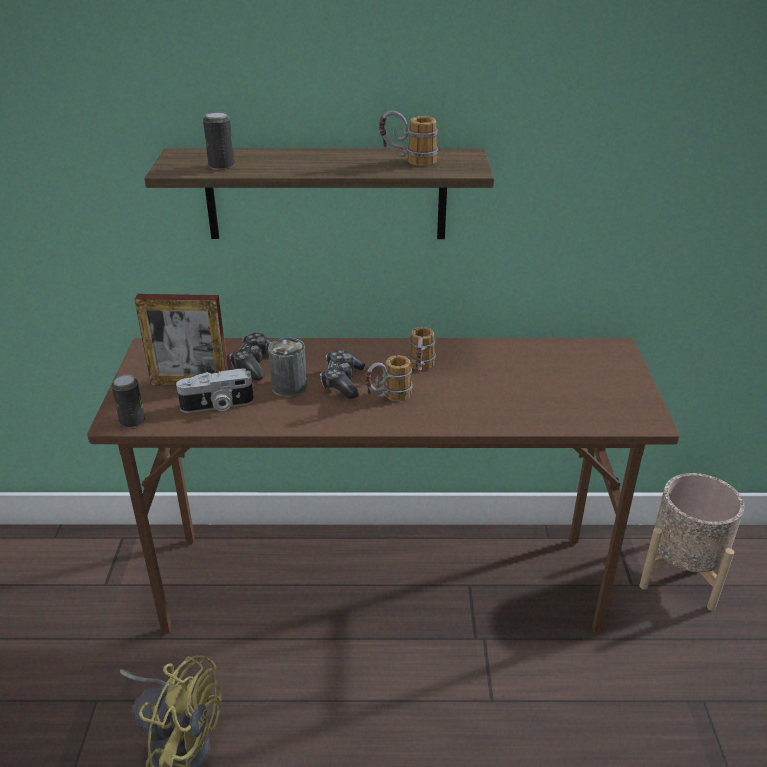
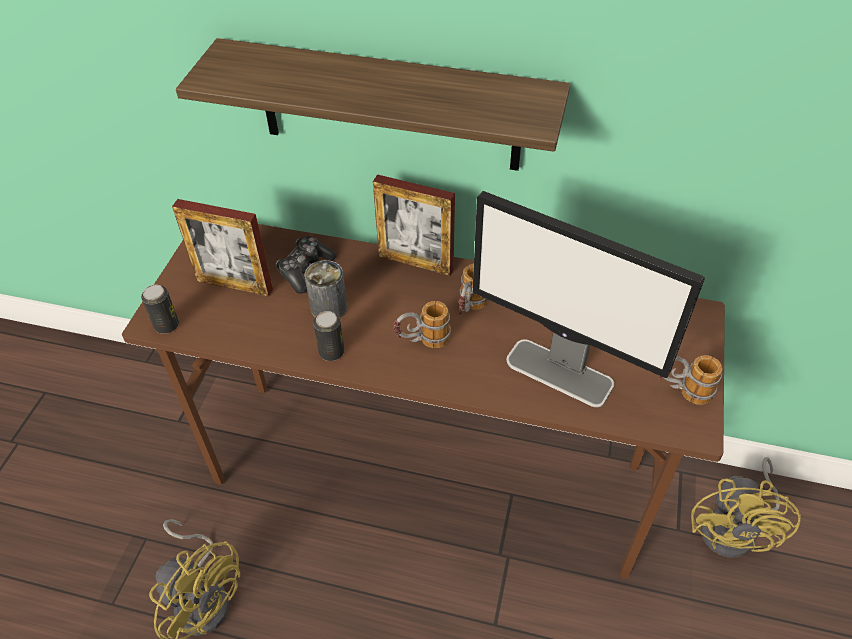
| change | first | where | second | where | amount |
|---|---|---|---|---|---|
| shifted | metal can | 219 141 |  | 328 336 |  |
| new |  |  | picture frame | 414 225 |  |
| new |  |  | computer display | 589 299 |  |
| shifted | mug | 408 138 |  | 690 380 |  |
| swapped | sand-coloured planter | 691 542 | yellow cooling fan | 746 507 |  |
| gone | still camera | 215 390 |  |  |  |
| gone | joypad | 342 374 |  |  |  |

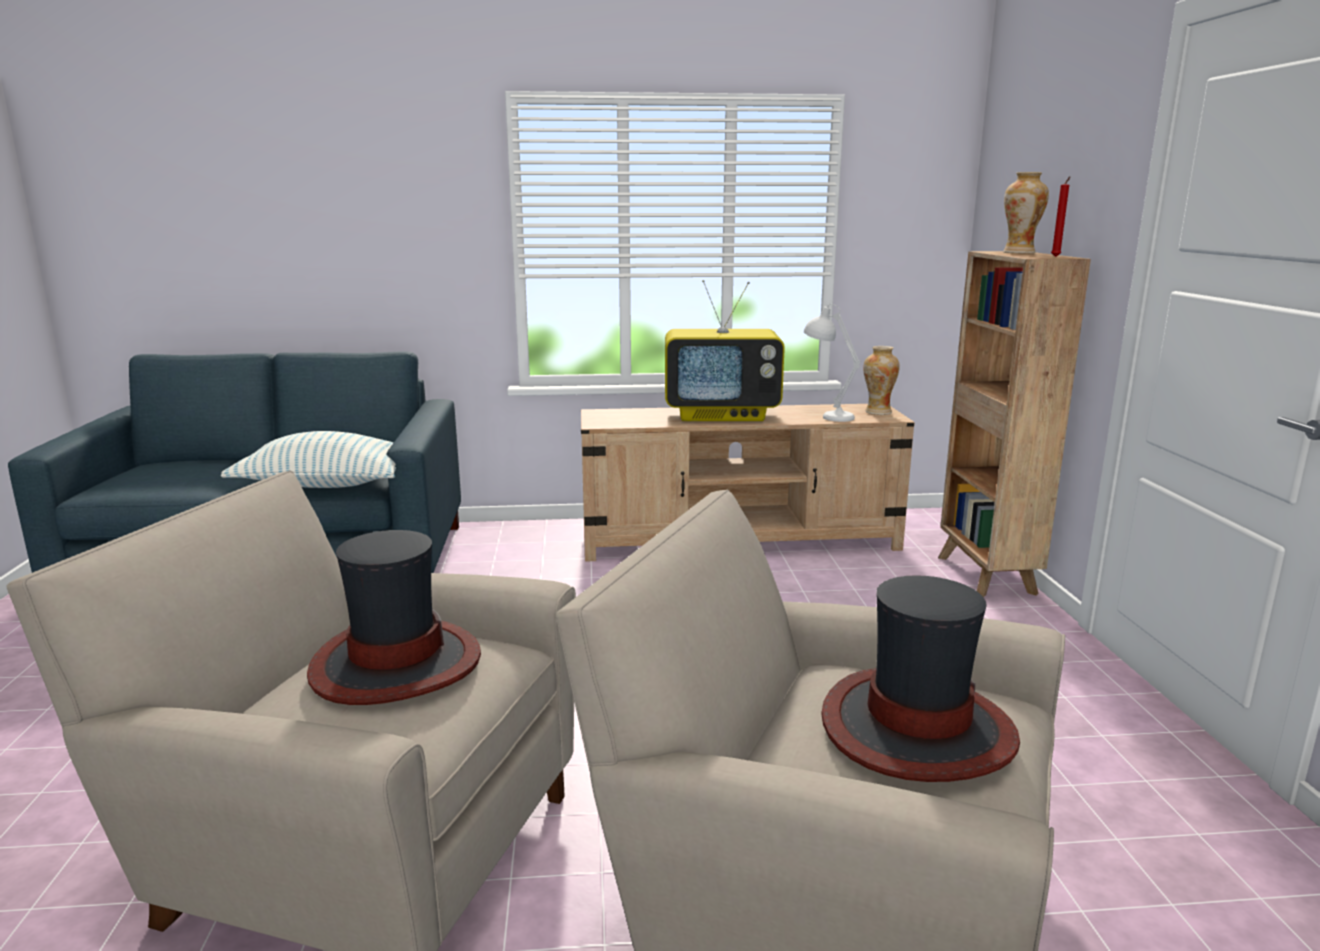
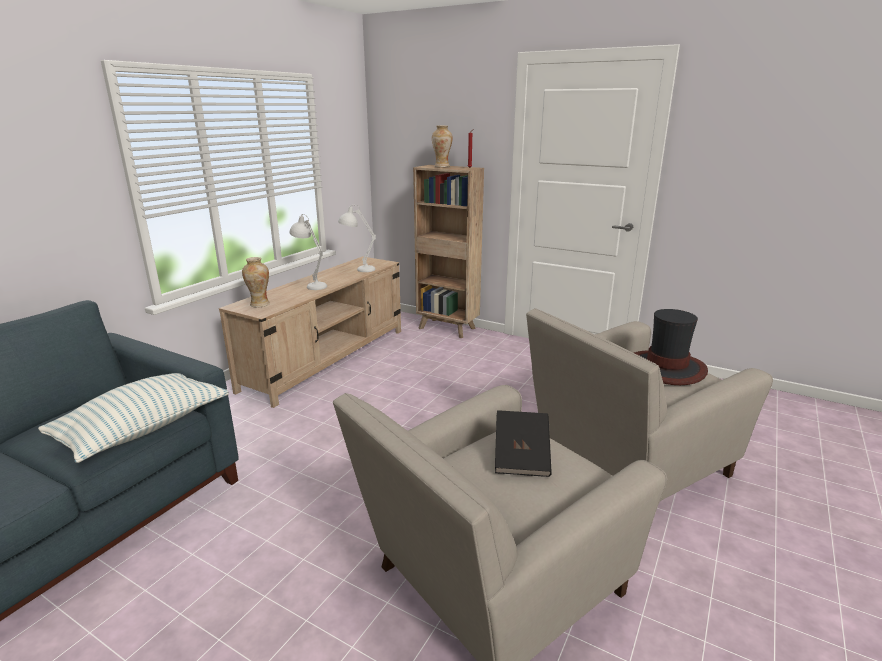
| change | first | where | second | where | amount |
|---|---|---|---|---|---|
| shifted | flower vase | 881 380 |  | 256 282 |  |
| swapped | TV | 725 350 | white-coloured lamp for a table | 308 252 |  |
| swapped | hat | 394 617 | black book | 523 443 |  |

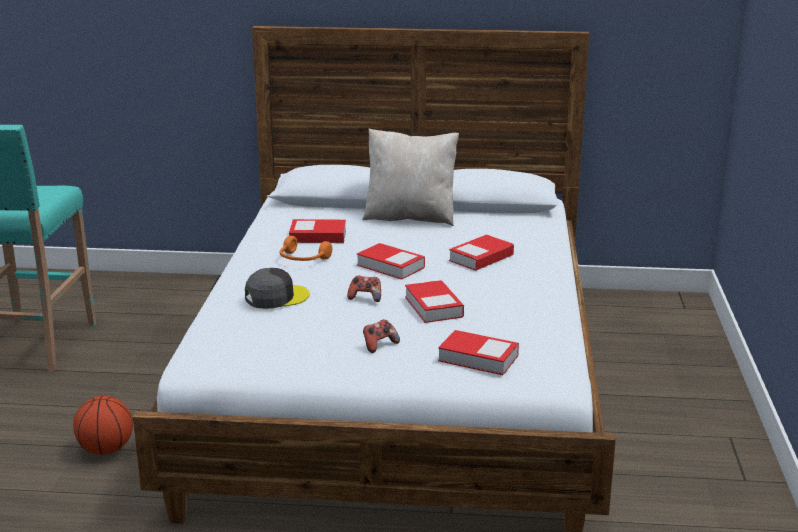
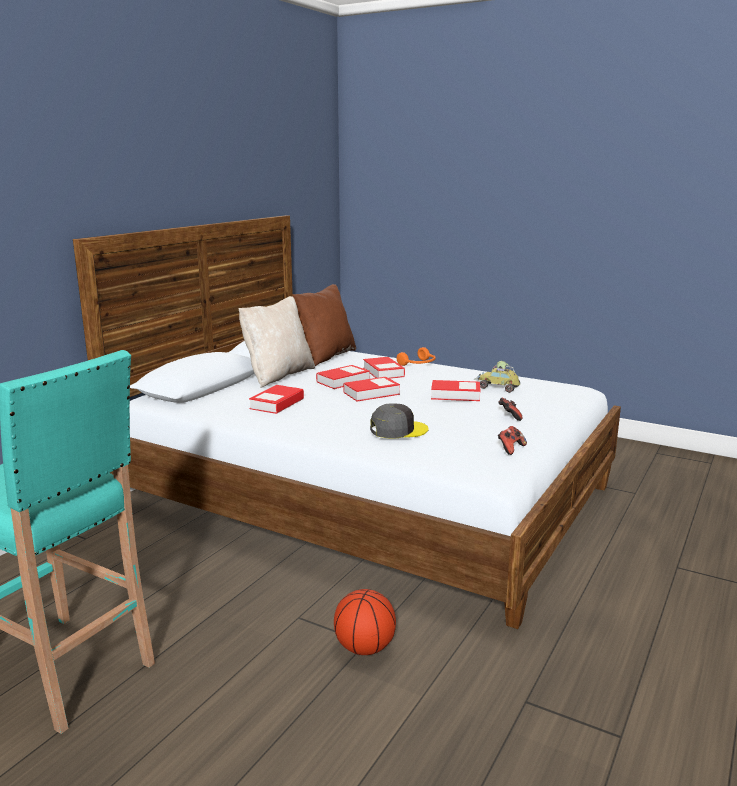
| change | first | where | second | where | amount |
|---|---|---|---|---|---|
| new |  |  | brownish pillow | 324 325 |  |
| shifted | book | 478 352 |  | 343 377 |  |
| rotated | gray peaked cap | 277 288 |  | 399 421 | 75 degrees clockwise |
| shifted | orange-coloured headset | 306 248 |  | 416 356 |  |
| new |  |  | miniature car | 497 377 |  |
| shifted | joypad | 364 289 |  | 512 440 |  |

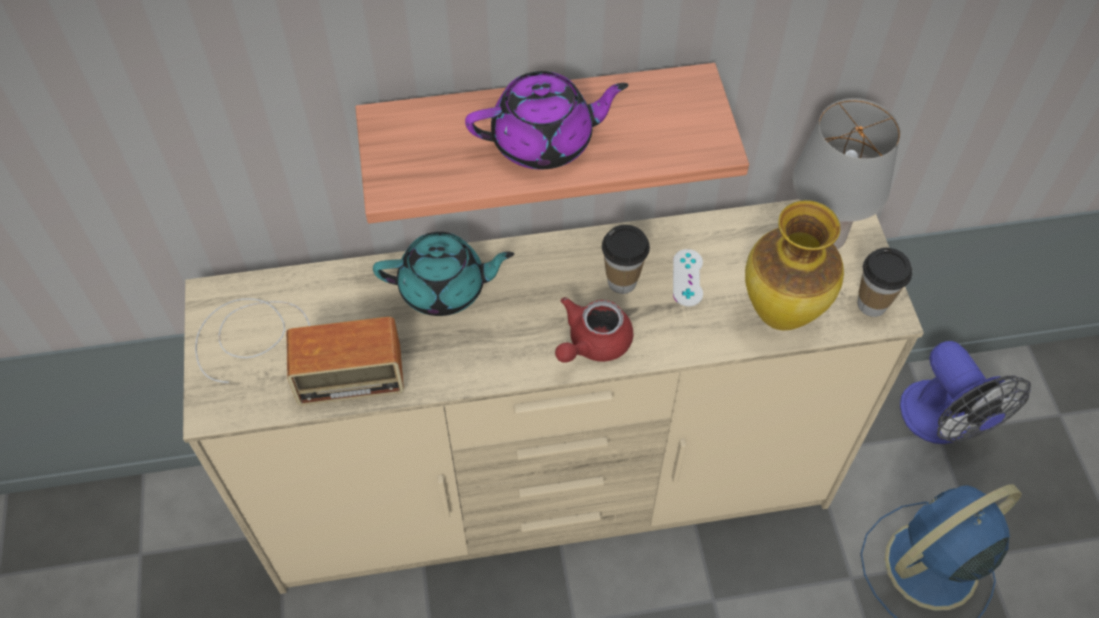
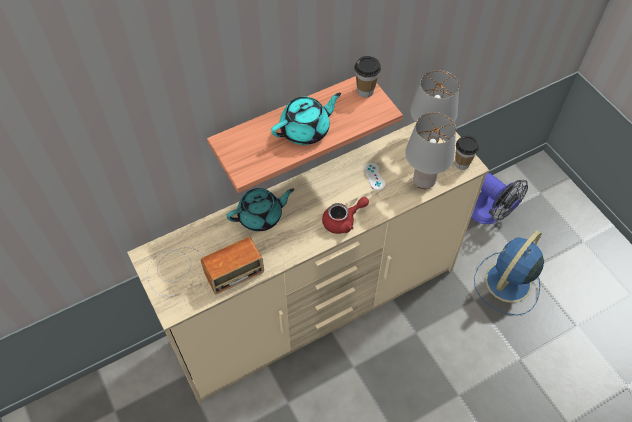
| change | first | where | second | where | amount |
|---|---|---|---|---|---|
| repainted | purple pot for tea | 547 120 | turquoise pot for tea | 306 119 |  |
| rotated | red-coloured pot for tea | 594 330 |  | 345 215 | 135 degrees counterclockwise |
| shifted | cup | 626 259 |  | 367 77 |  |
| swapped | flower vase | 794 265 | gray lamp for a table | 430 150 |  |

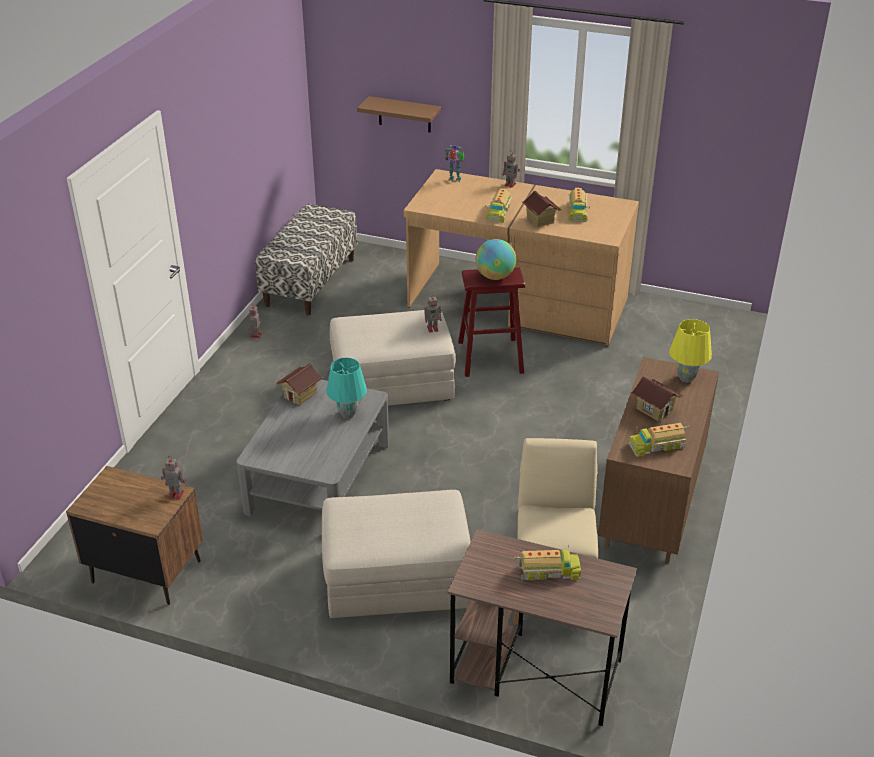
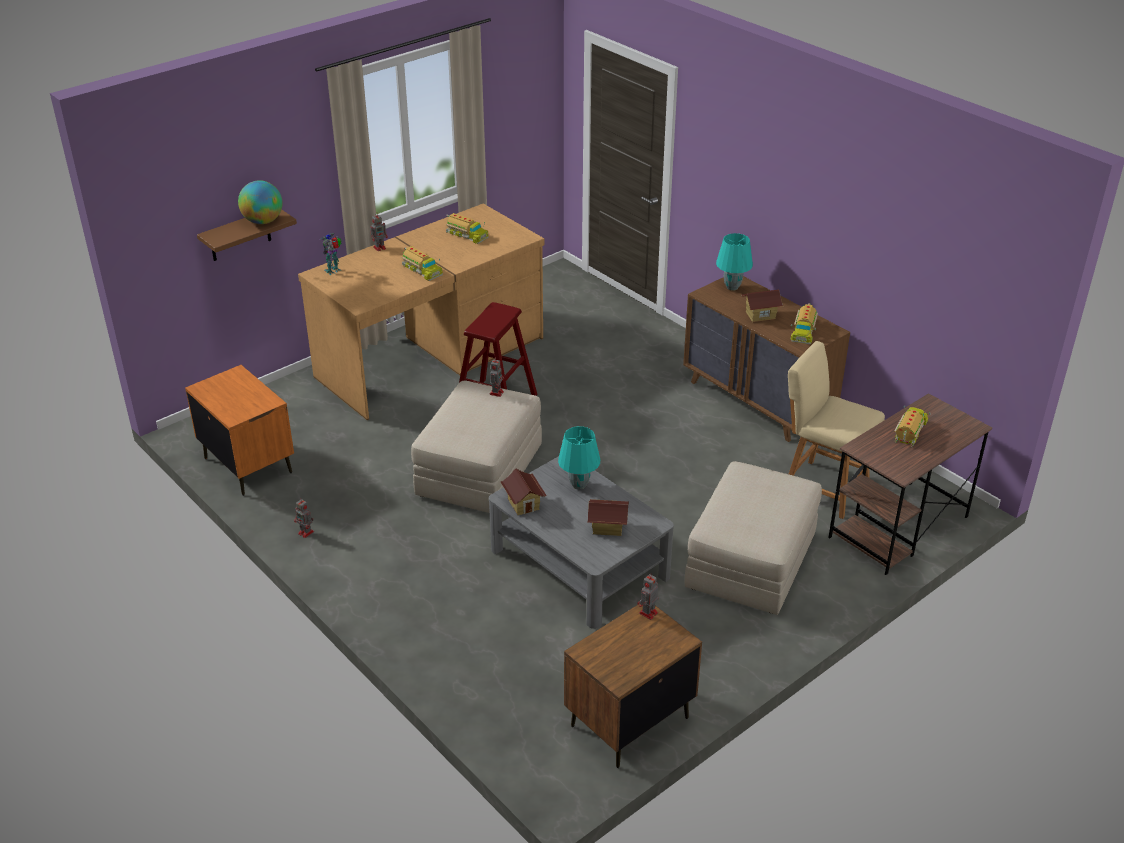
| change | first | where | second | where | amount |
|---|---|---|---|---|---|
| swapped | long seat | 306 259 | orange-coloured night table | 239 430 |  |
| shifted | globe | 496 259 |  | 260 202 |  |
| shifted | miniature house | 541 209 |  | 608 517 |  |
| repainted | yellow lamp for a table | 690 350 | turquoise lamp for a table | 734 262 |  |

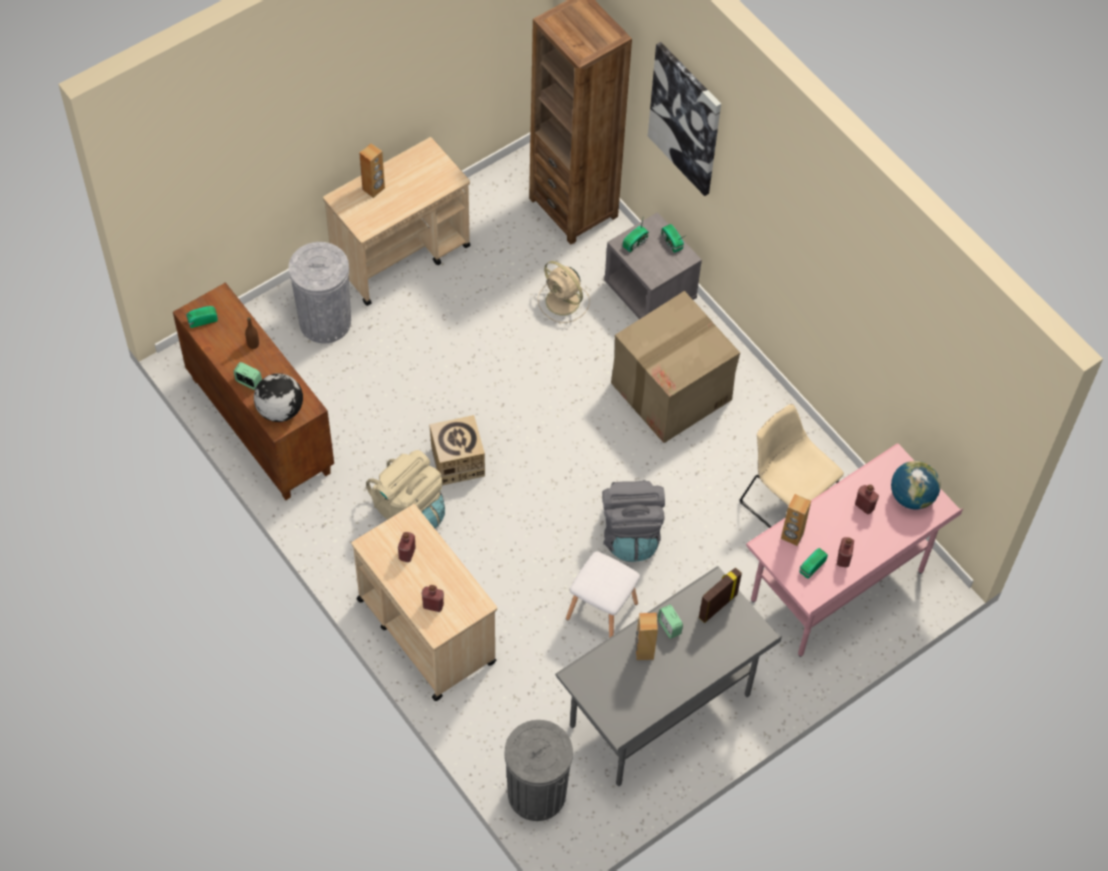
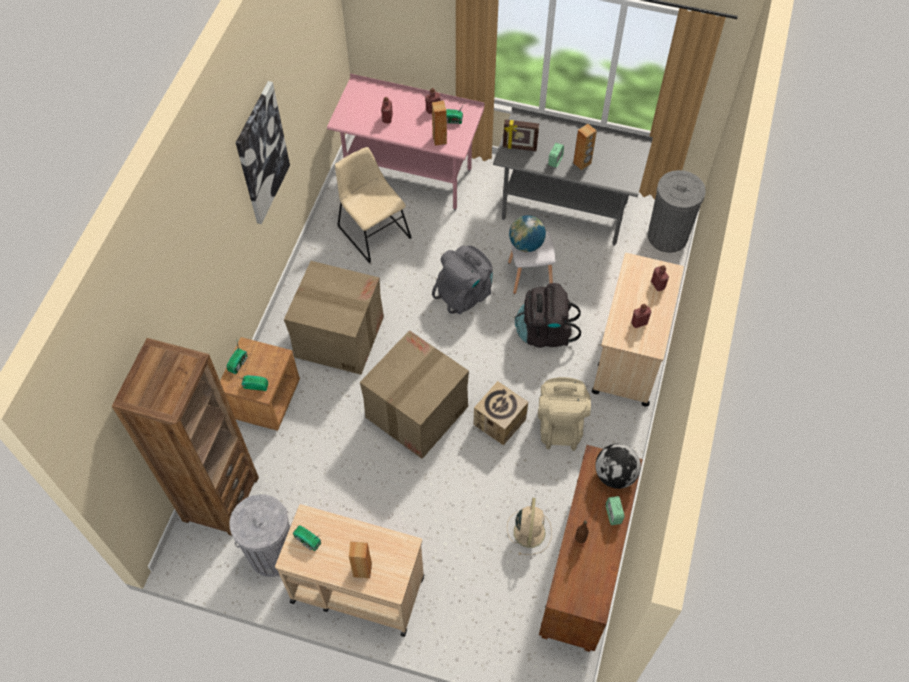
| change | first | where | second | where | amount |
|---|---|---|---|---|---|
| repainted | gray night table | 653 265 | brownish night table | 260 384 |  |
| shifted | gray waste bin | 319 292 |  | 259 535 |  |
| shifted | picture | 684 119 |  | 263 152 |  |
| shifted | radio | 201 317 |  | 307 538 |  |
| rotated | sand-coloured upright chair | 792 466 |  | 373 205 | 135 degrees clockwise |
| new |  |  | cardboard box | 414 394 |  |
| shifted | sand-coloured cooling fan | 564 292 |  | 529 526 |  |
| shifted | globe | 916 485 |  | 527 233 |  |
| new |  |  | black rucksack | 548 315 |  |

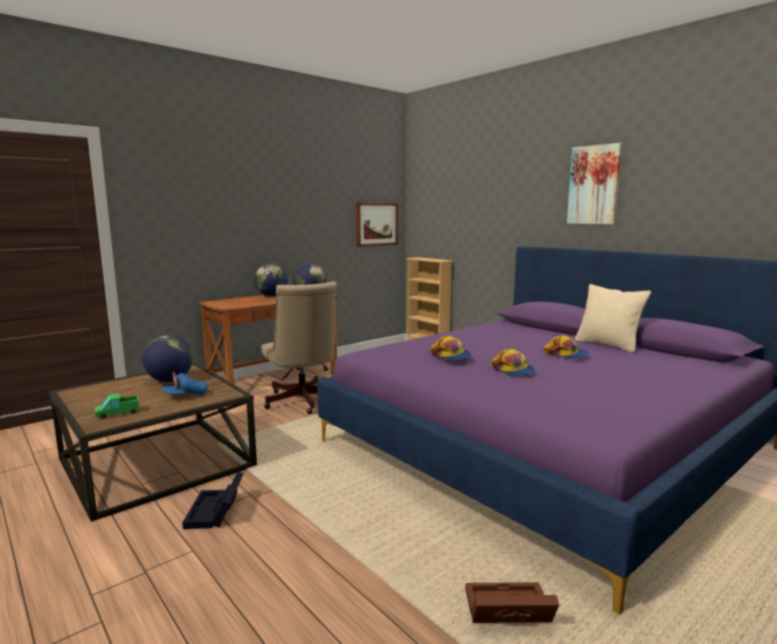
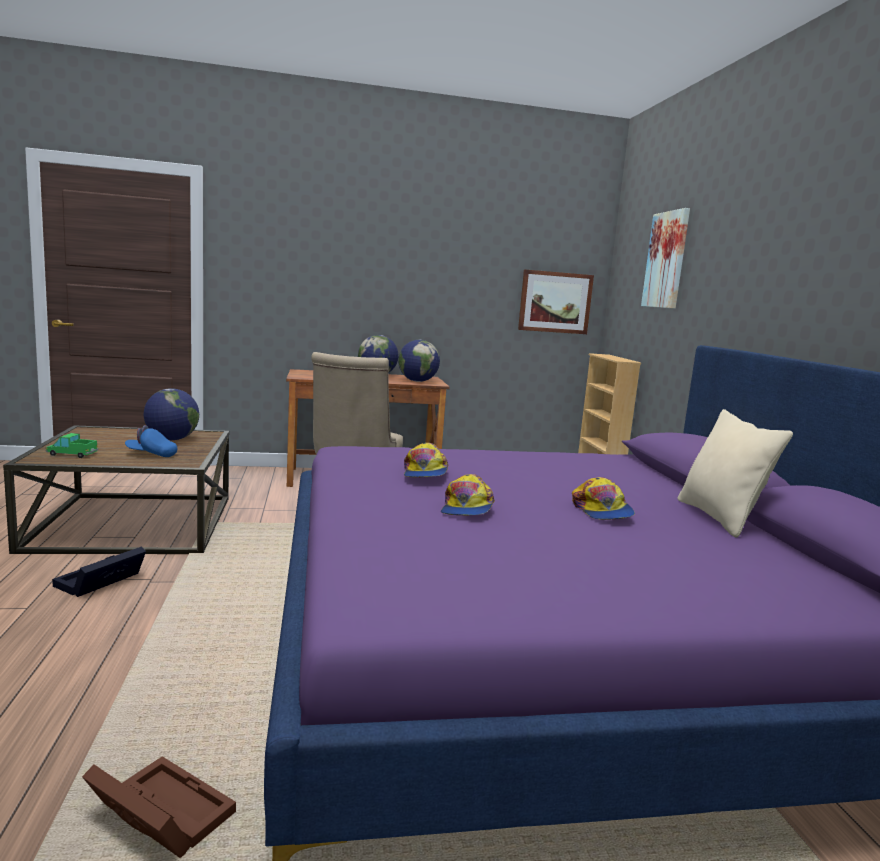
| change | first | where | second | where | amount |
|---|---|---|---|---|---|
| shifted | picture | 595 183 |  | 665 258 |  |

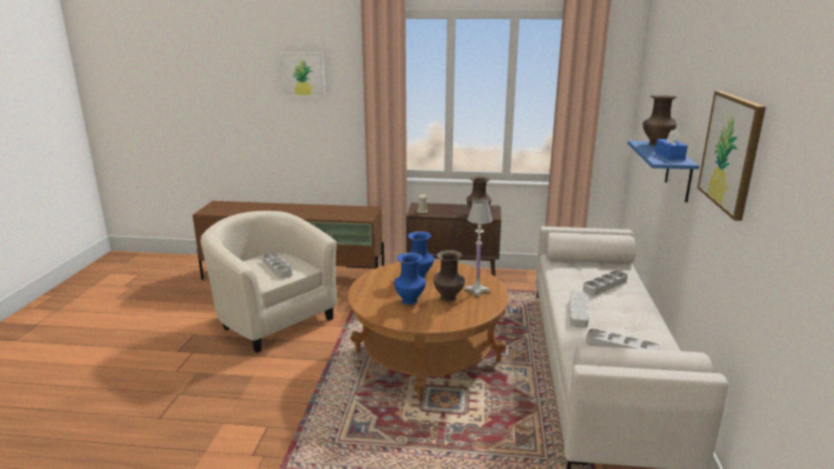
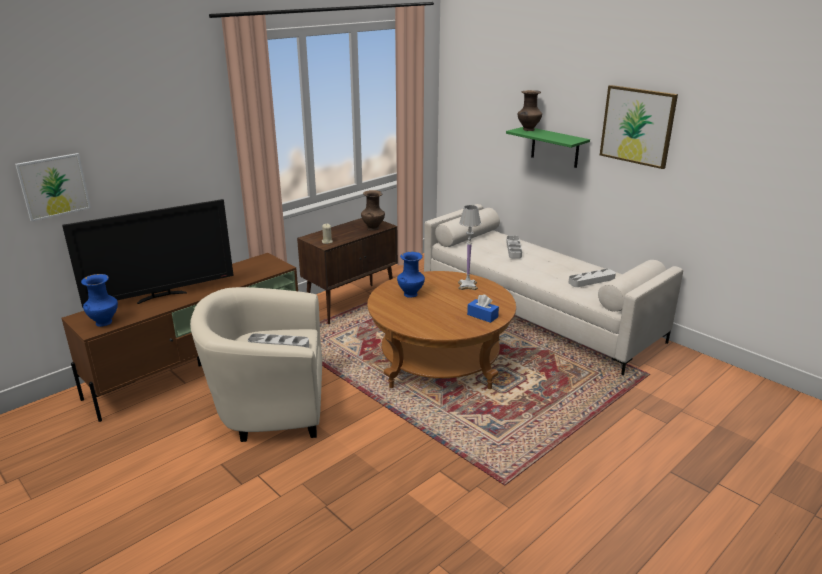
| change | first | where | second | where | amount |
|---|---|---|---|---|---|
| shifted | picture | 302 74 |  | 53 187 |  |
| new |  |  | TV | 148 253 |  |
| shifted | blue flower vase | 410 278 |  | 99 300 |  |
| shifted | blue tissue holder | 671 144 |  | 483 308 |  |
| repainted | blue bracket shelf | 663 172 | green bracket shelf | 548 147 |  |
| gone | brownish flower vase | 449 276 |  |  |  |
| gone | gray serving tray | 579 309 |  |  |  |

